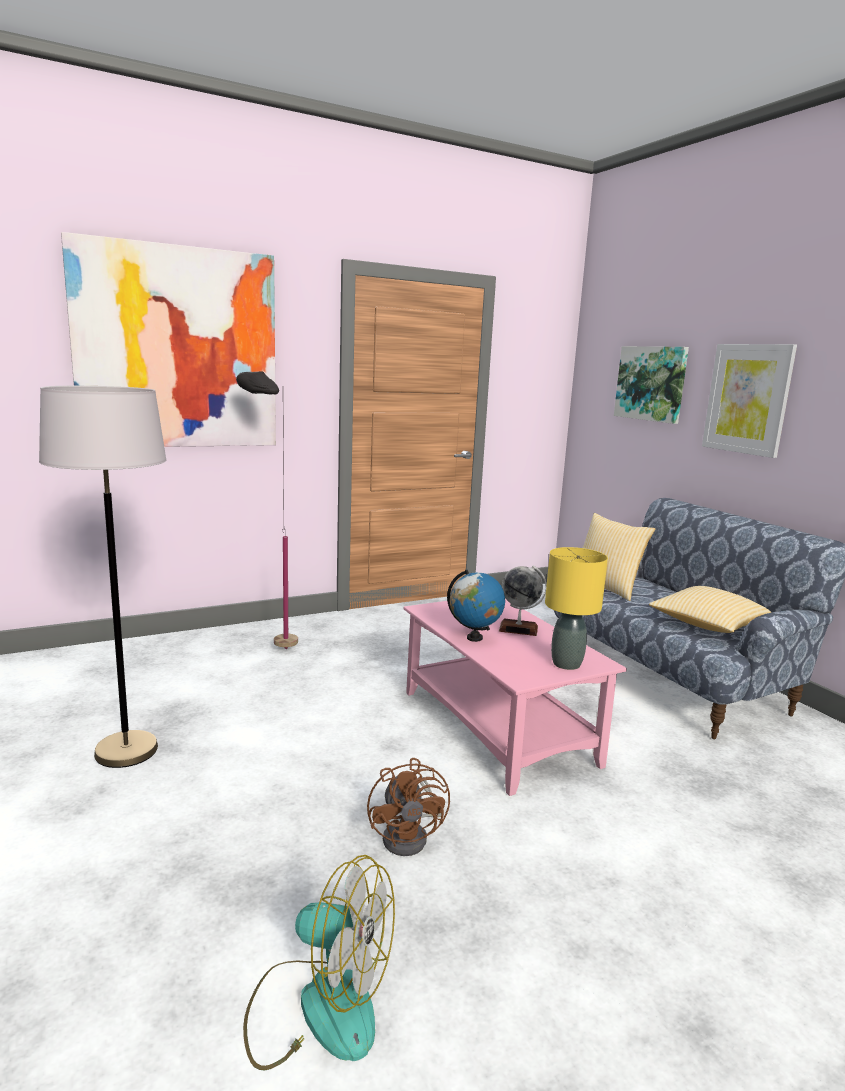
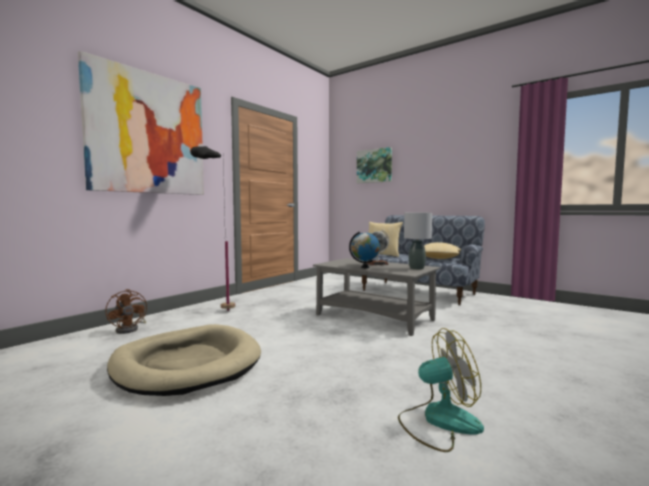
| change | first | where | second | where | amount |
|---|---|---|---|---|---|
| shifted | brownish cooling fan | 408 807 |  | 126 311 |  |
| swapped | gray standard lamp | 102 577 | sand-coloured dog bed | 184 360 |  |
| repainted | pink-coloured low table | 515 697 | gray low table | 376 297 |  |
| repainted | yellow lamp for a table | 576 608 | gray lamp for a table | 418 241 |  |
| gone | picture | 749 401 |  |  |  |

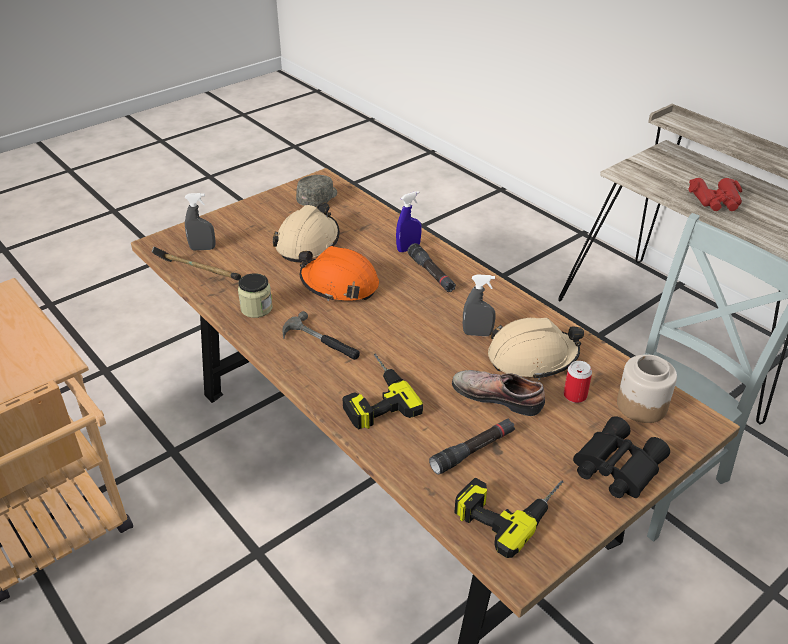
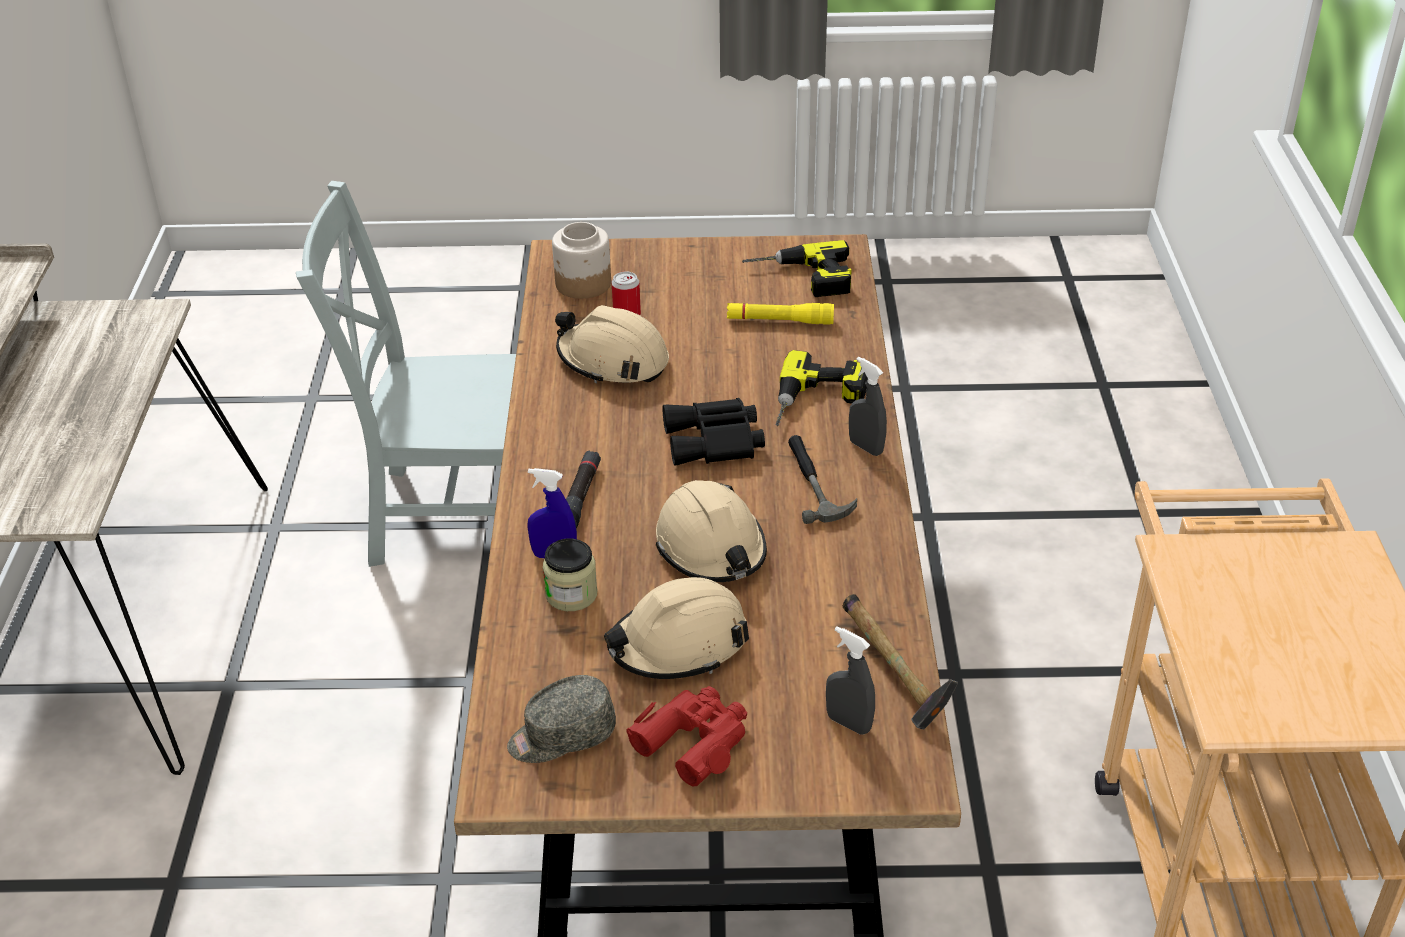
| change | first | where | second | where | amount |
|---|---|---|---|---|---|
| shifted | preserve jar | 255 295 |  | 570 575 |  |
| shifted | red-coloured field glasses | 715 194 |  | 686 736 |  |
| repainted | orange-coloured work helmet | 339 273 | sand-coloured work helmet | 711 531 |  |
| shifted | black field glasses | 621 457 |  | 714 432 |  |
| repainted | black hand torch | 472 447 | yellow hand torch | 780 314 |  |
| shifted | gray hand sprayer | 479 305 |  | 868 406 |  |
| gone | low shoe | 498 393 |  |  |  |

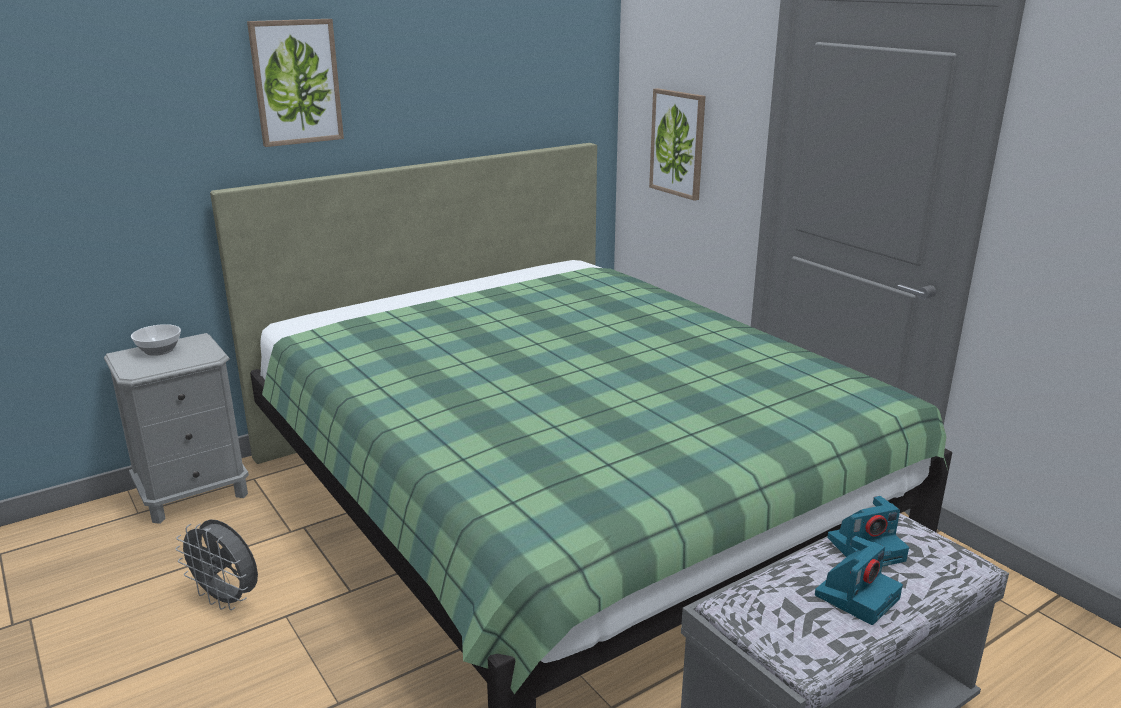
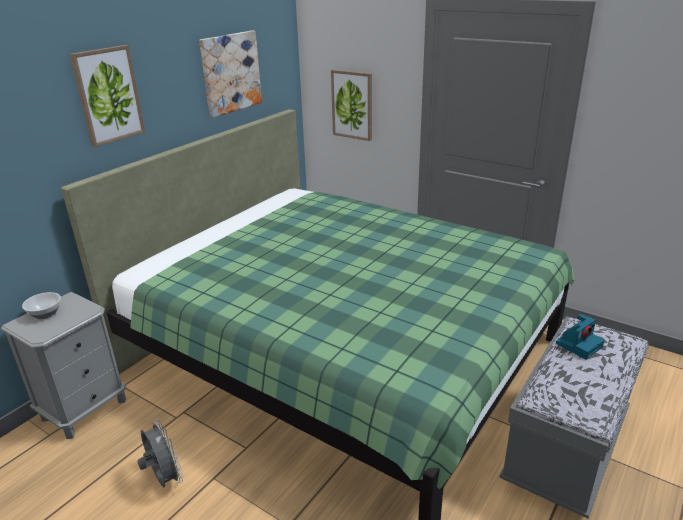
| change | first | where | second | where | amount |
|---|---|---|---|---|---|
| rotated | gray cooling fan | 216 564 |  | 160 454 | 135 degrees counterclockwise |
| new |  |  | picture | 230 74 |  |
| gone | still camera | 859 580 |  |  |  |

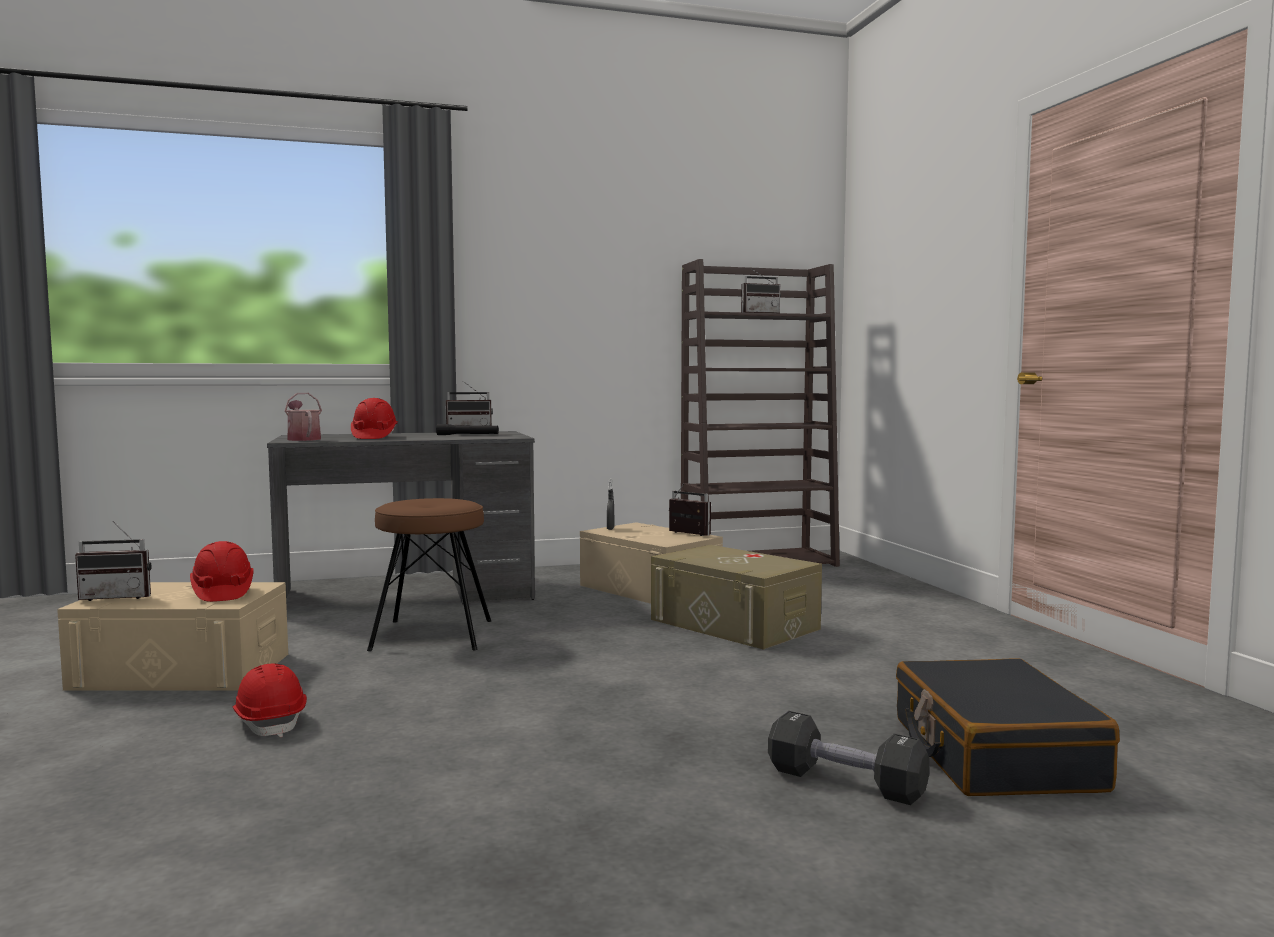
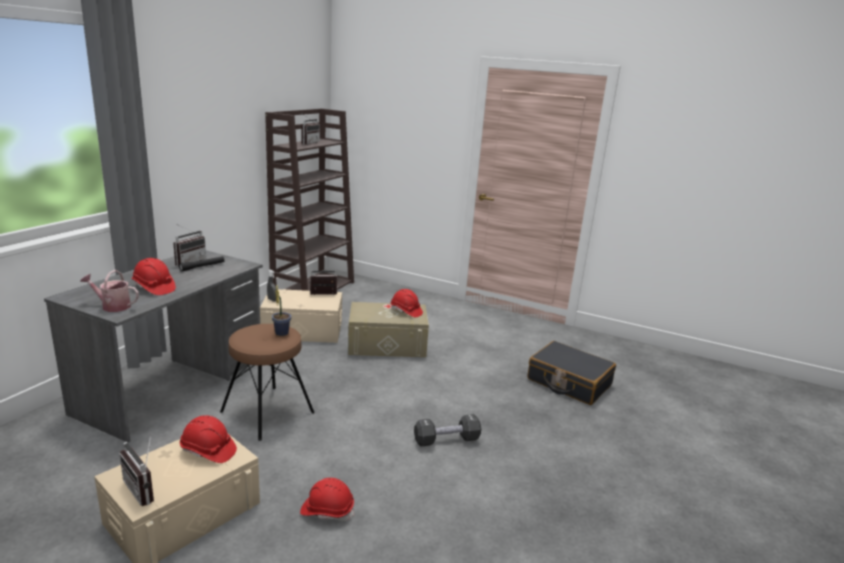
| change | first | where | second | where | amount |
|---|---|---|---|---|---|
| rotated | radio | 113 561 |  | 136 469 | 105 degrees clockwise |
| new |  |  | houseplant | 281 310 |  |
| new |  |  | red-coloured work helmet | 407 303 |  |
| shifted | black dumbbell | 849 758 |  | 447 430 |  |

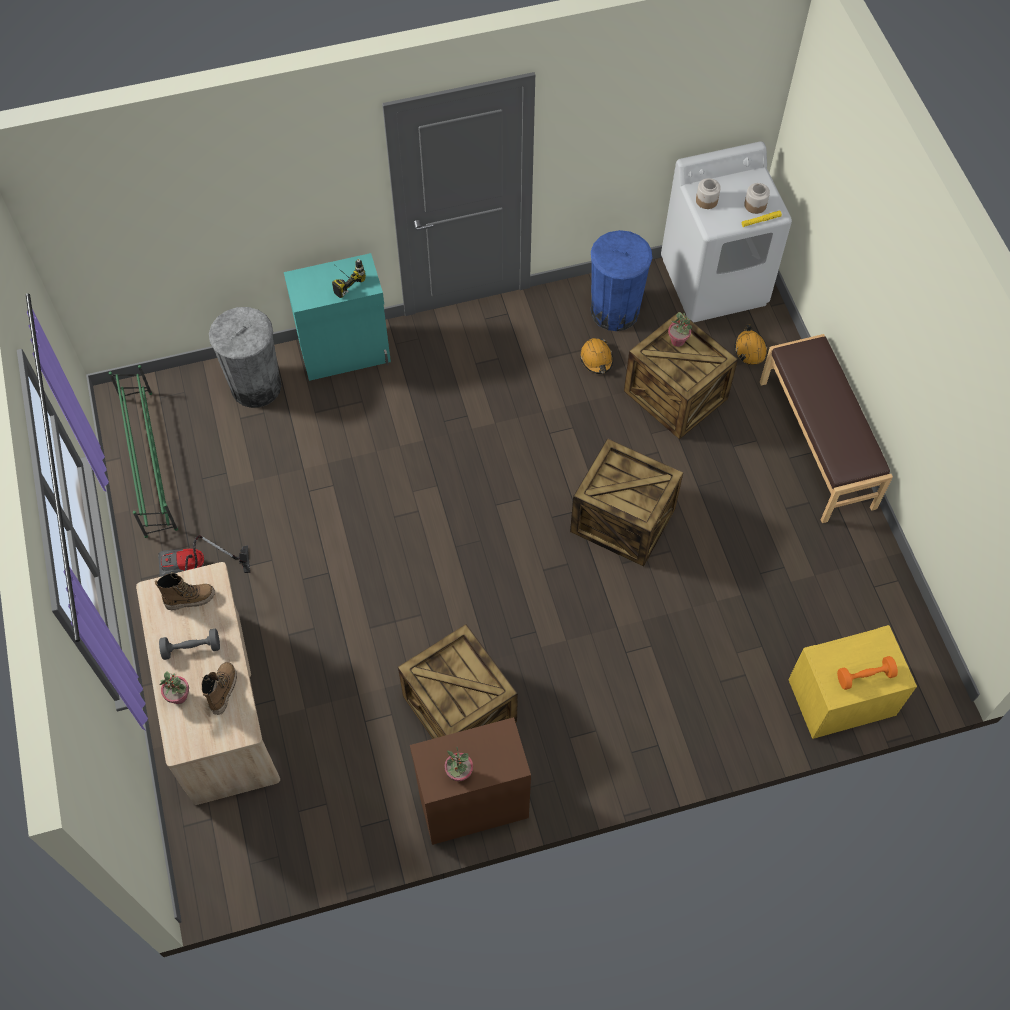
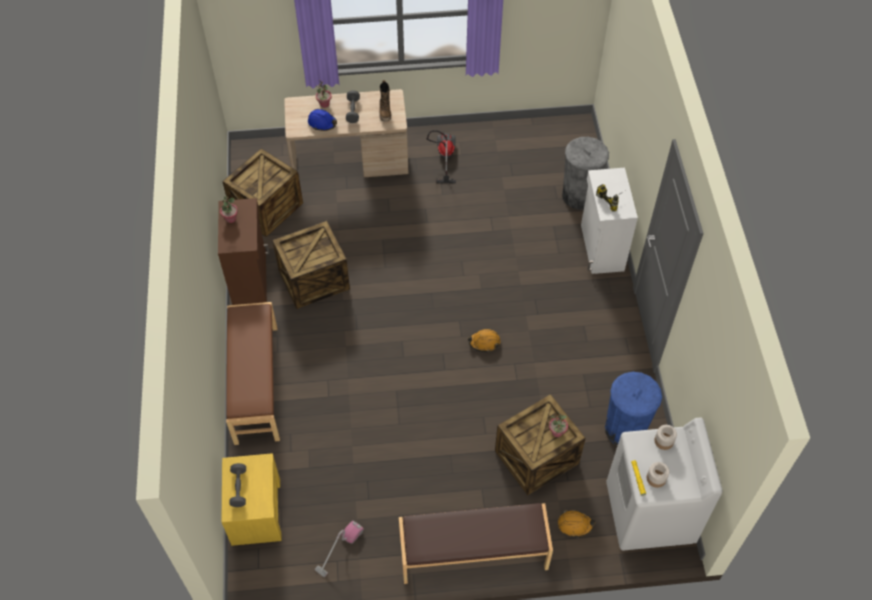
| change | first | where | second | where | amount |
|---|---|---|---|---|---|
| shifted | crate | 626 502 |  | 262 192 |  |
| new |  |  | brownish long seat | 253 373 |  |
| repainted | orange-coloured dumbbell | 867 673 | gray dumbbell | 238 485 |  |
| swapped | boot | 219 688 | blue work helmet | 322 120 |  |
| new |  |  | hoover | 339 549 |  |
| shifted | orange-coloured work helmet | 596 356 |  | 484 340 |  |
| repainted | turquoise cupboard | 337 317 | white-coloured cupboard | 609 221 |  |
| gone | green shoe stand | 143 451 |  |  |  |

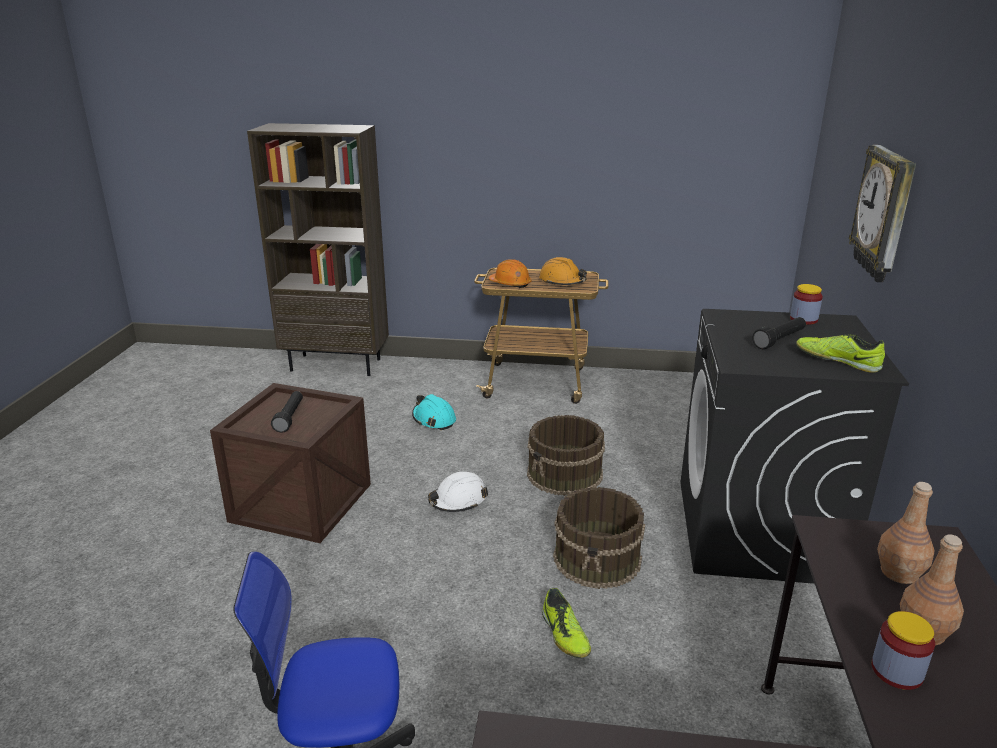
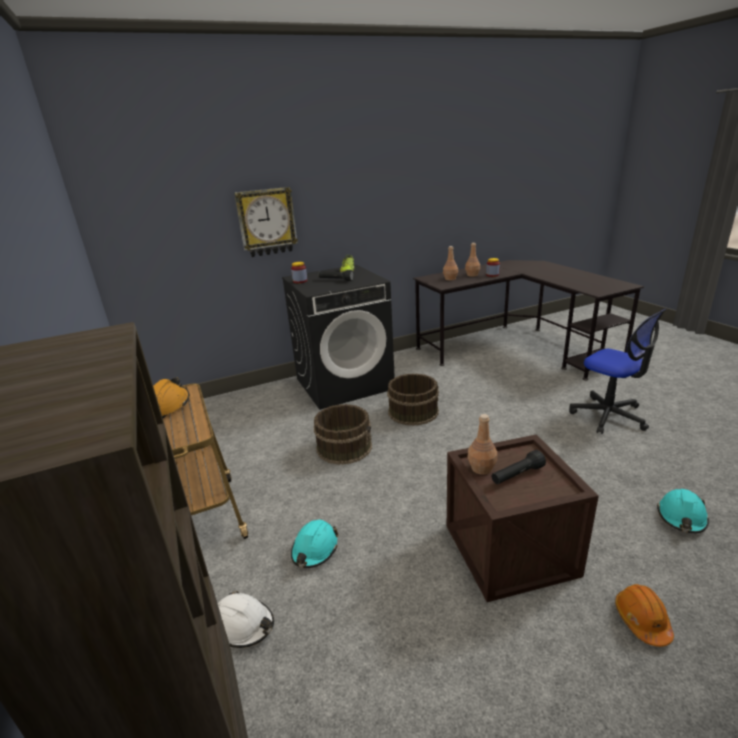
| change | first | where | second | where | amount |
|---|---|---|---|---|---|
| shifted | white-coloured work helmet | 458 491 |  | 246 619 |  |
| new |  |  | brownish bottle | 482 444 |  |
| shifted | orange-coloured work helmet | 510 273 |  | 644 615 |  |
| new |  |  | turquoise work helmet | 683 511 |  |
| gone | low shoe | 566 623 |  |  |  |

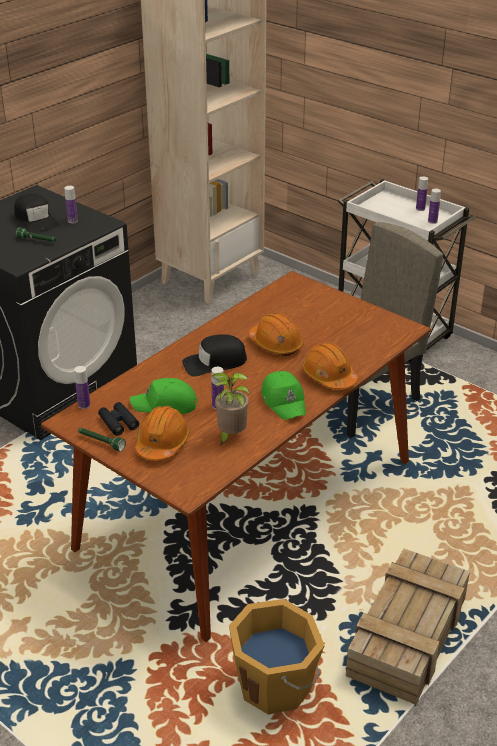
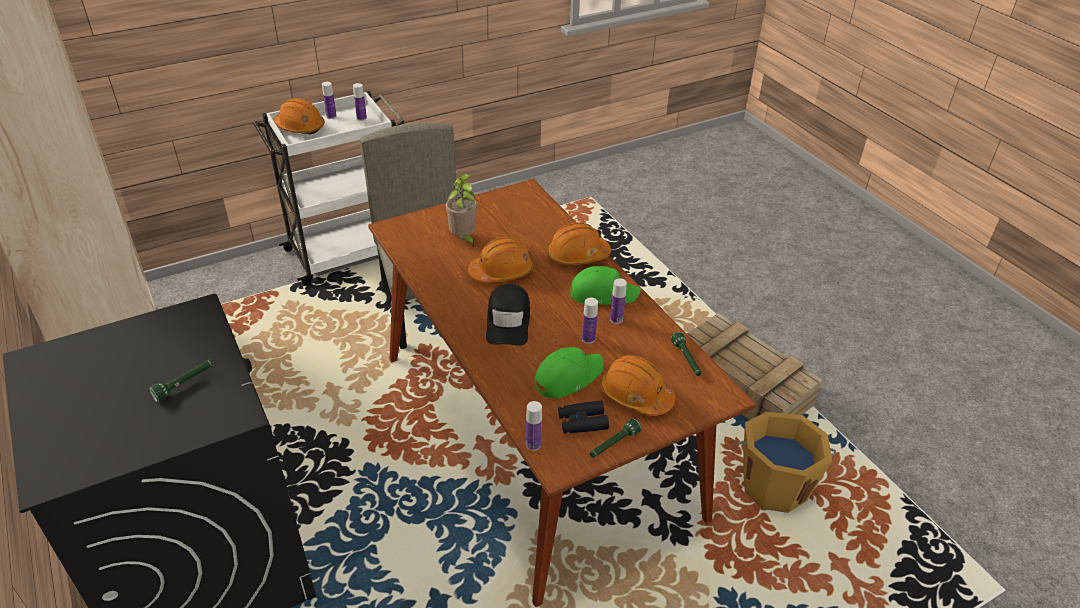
| change | first | where | second | where | amount |
|---|---|---|---|---|---|
| new |  |  | orange-coloured work helmet | 299 116 |  |
| shifted | houseplant | 230 409 |  | 461 211 |  |
| rotated | green peaked cap | 164 396 |  | 569 372 | 150 degrees counterclockwise |
| shifted | bottle | 71 204 |  | 618 301 |  |
| new |  |  | green hand torch | 686 354 |  |
| gone | black peaked cap | 37 213 |  |  |  |

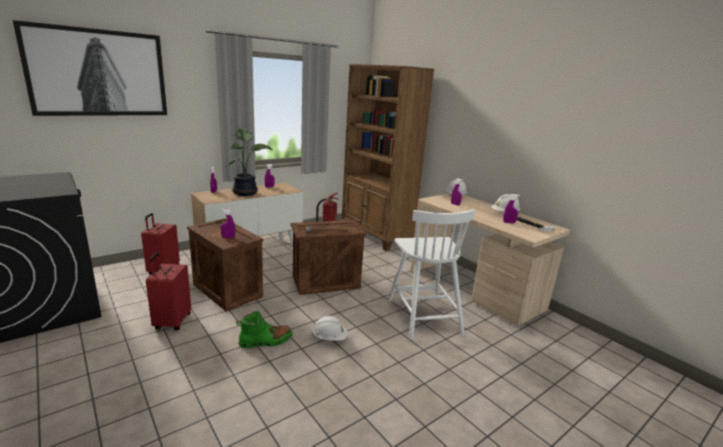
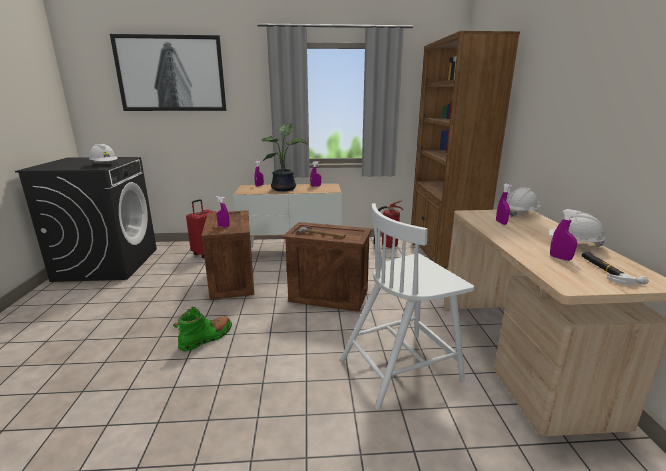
| change | first | where | second | where | amount |
|---|---|---|---|---|---|
| shifted | white-coloured work helmet | 330 328 |  | 103 154 |  |
| rotated | green boot | 264 329 |  | 202 329 | 60 degrees counterclockwise |
| rotated | white-coloured upright chair | 431 274 |  | 407 306 | 45 degrees clockwise |
| gone | red-coloured suitcase | 168 291 |  |  |  |

